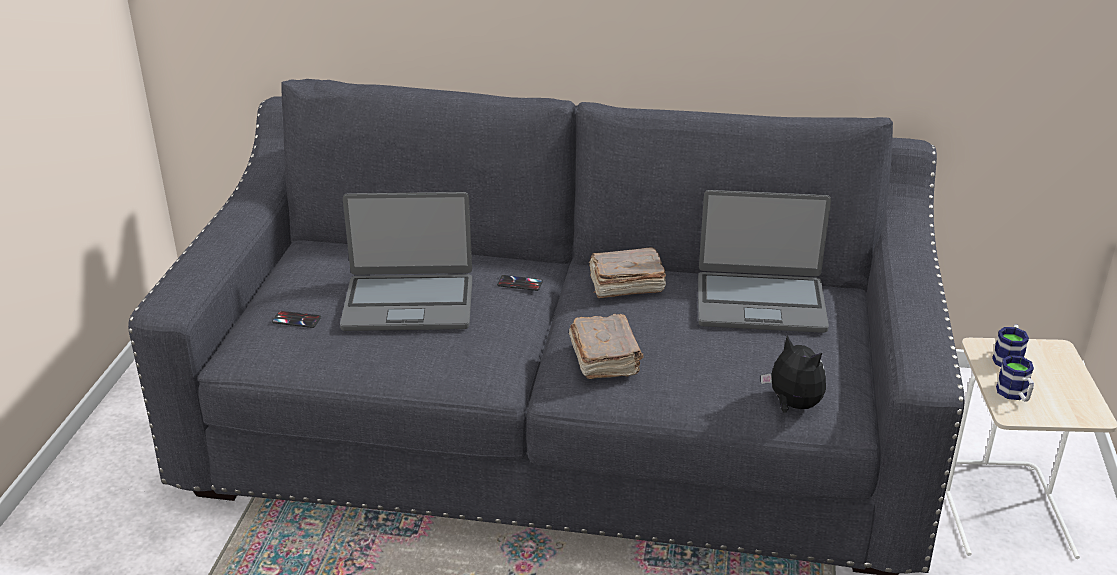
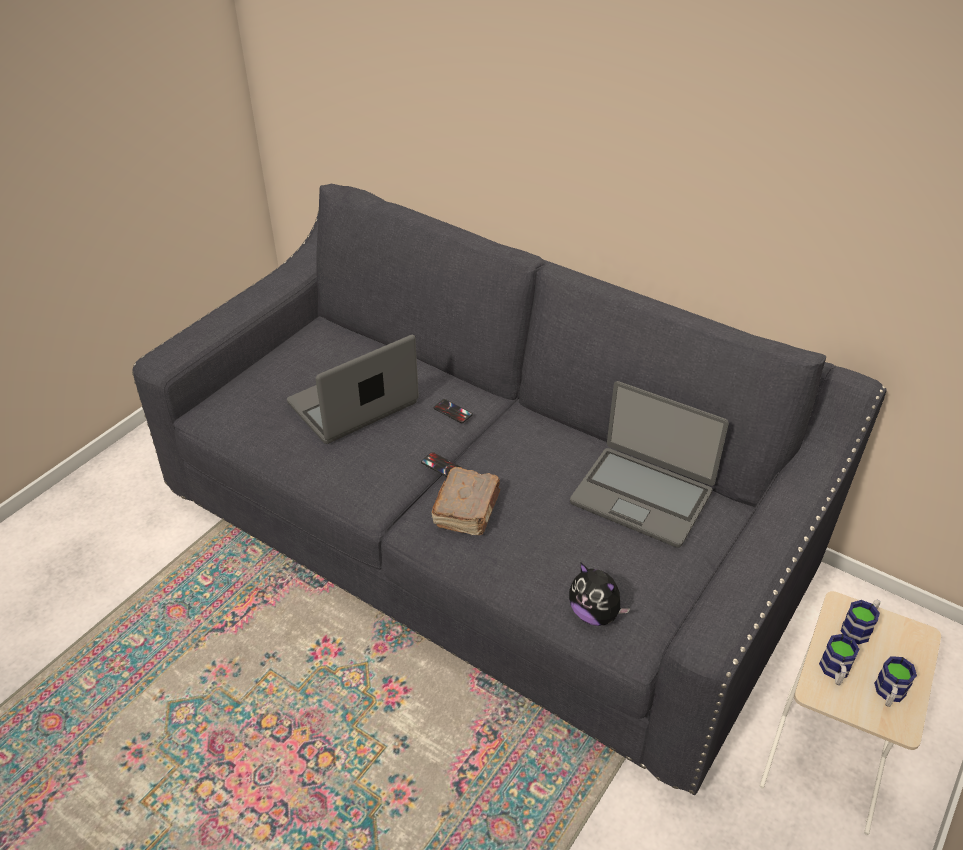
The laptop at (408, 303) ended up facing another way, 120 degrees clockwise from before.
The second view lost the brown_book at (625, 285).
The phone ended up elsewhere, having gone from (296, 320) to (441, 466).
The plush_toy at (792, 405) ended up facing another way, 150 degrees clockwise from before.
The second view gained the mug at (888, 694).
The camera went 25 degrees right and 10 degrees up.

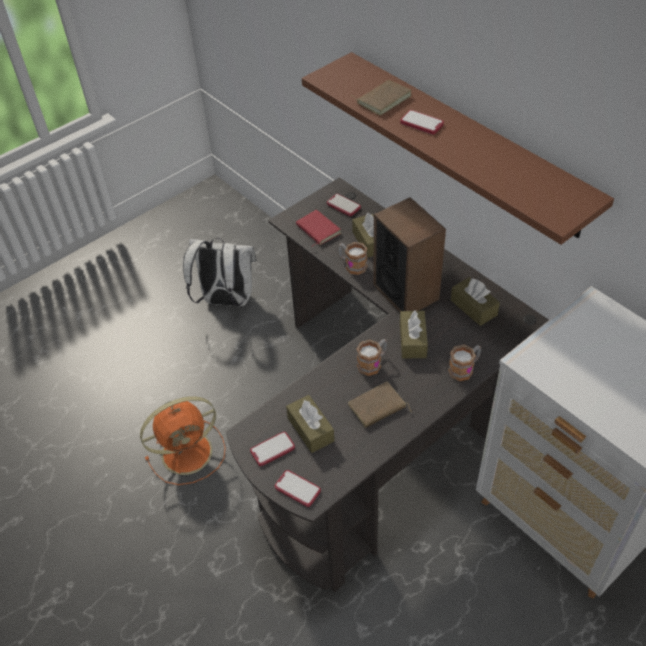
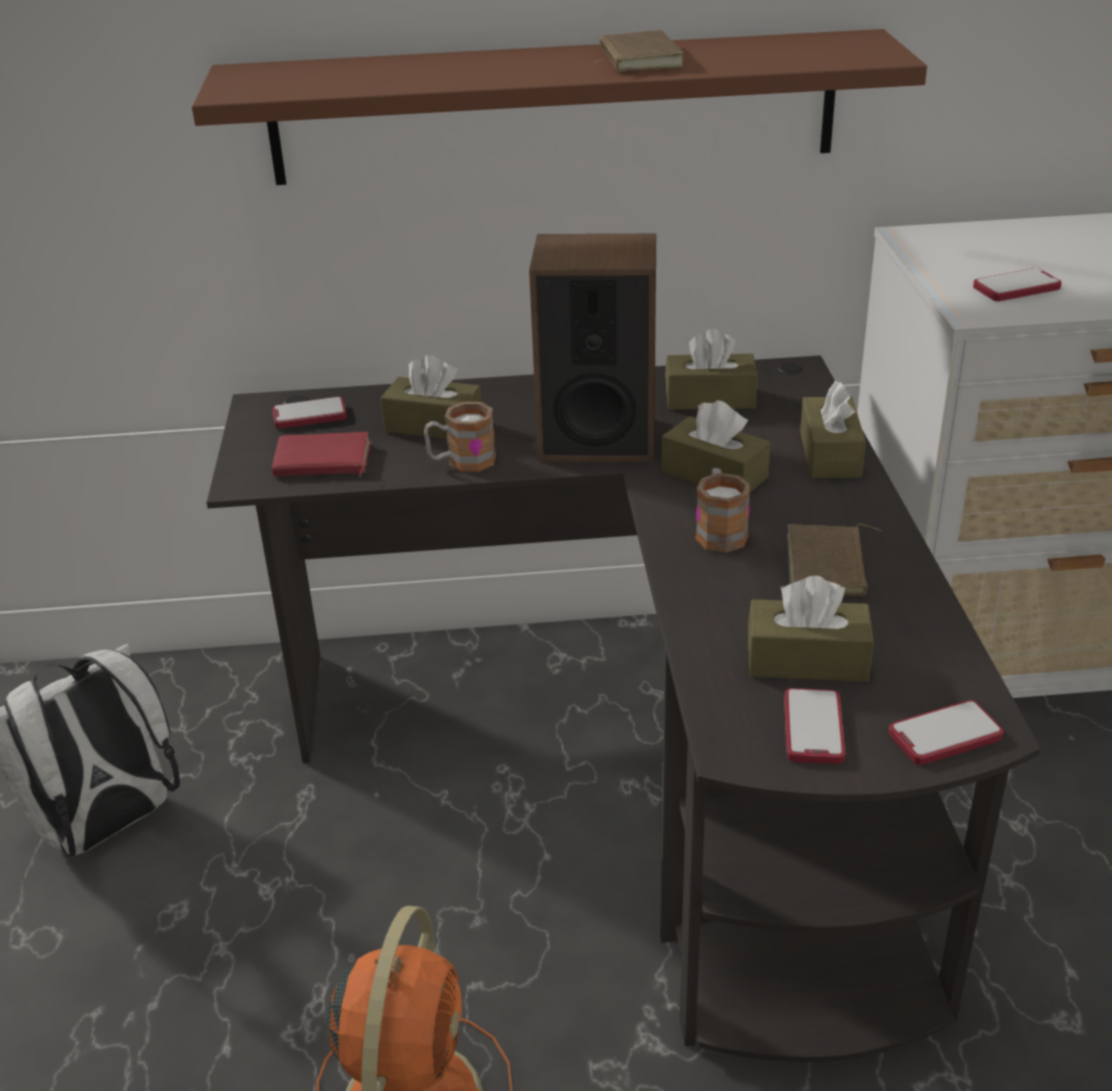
The brown_book ended up elsewhere, having gone from (383, 99) to (636, 58).
The phone ended up elsewhere, having gone from (421, 123) to (1016, 287).
Where the mug stood at (464, 368), the brown_tissue_box came to stand at (830, 454).
The camera went 55 degrees left and 15 degrees down.

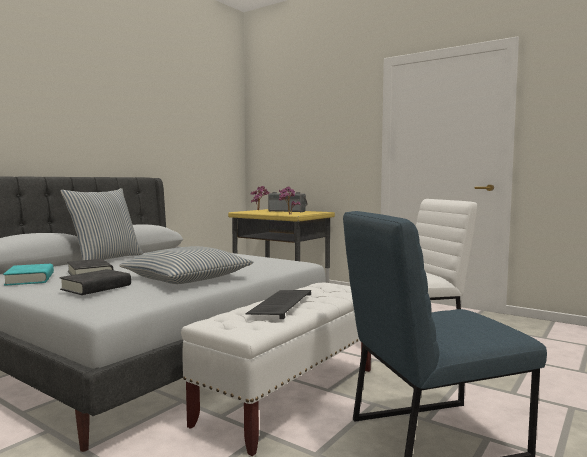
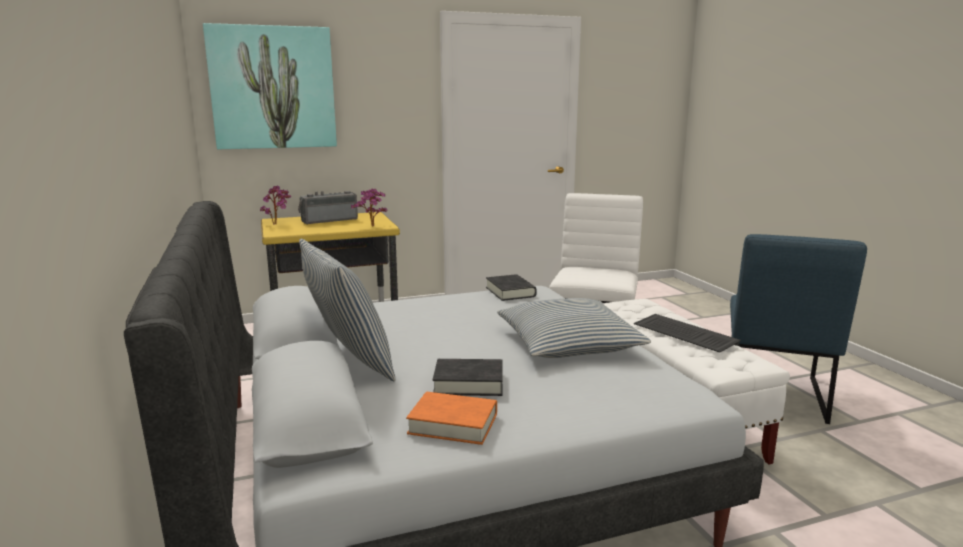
What was the turquoise_book at (30, 279) turned into the orange_book at (453, 424).
The black_book ended up elsewhere, having gone from (96, 287) to (510, 292).
The second view gained the picture at (273, 88).
The camera went 55 degrees left and 10 degrees up.

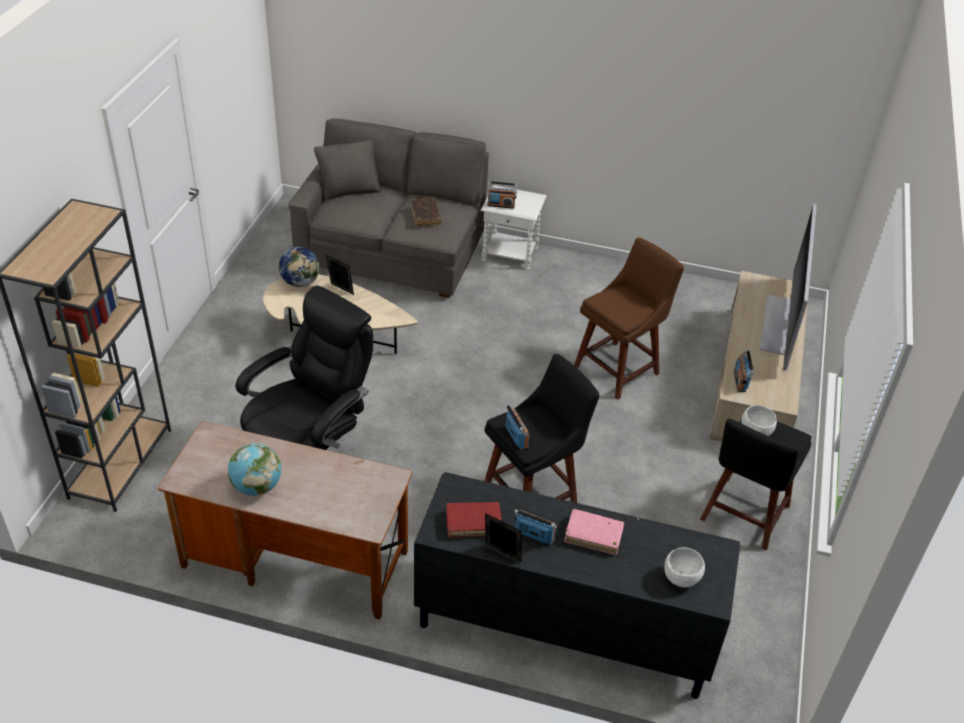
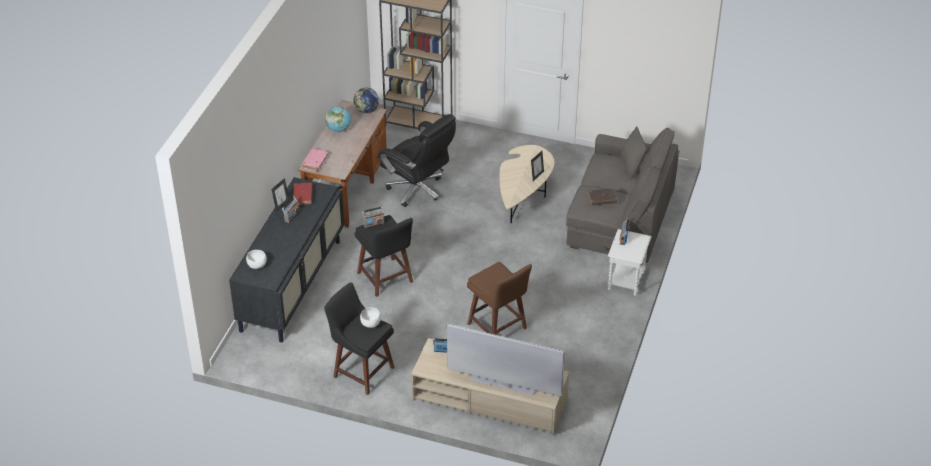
The globe ended up elsewhere, having gone from (300, 282) to (366, 110).
The pink_book ended up elsewhere, having gone from (593, 535) to (315, 162).
The camera went 95 degrees right and 0 degrees up.

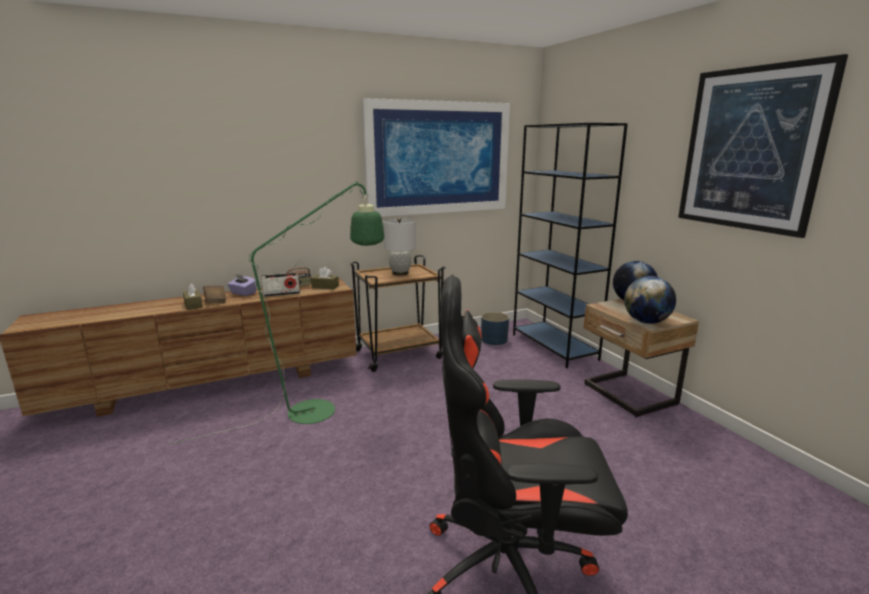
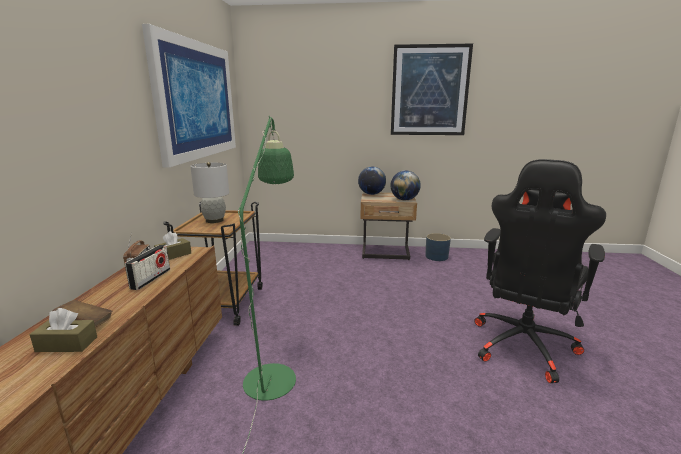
The second view lost the blue_bookcase at (554, 347).
The second view lost the purple_tissue_box at (243, 293).
The blue_planter ended up elsewhere, having gone from (494, 339) to (436, 256).
The camera went 60 degrees left and 0 degrees up.

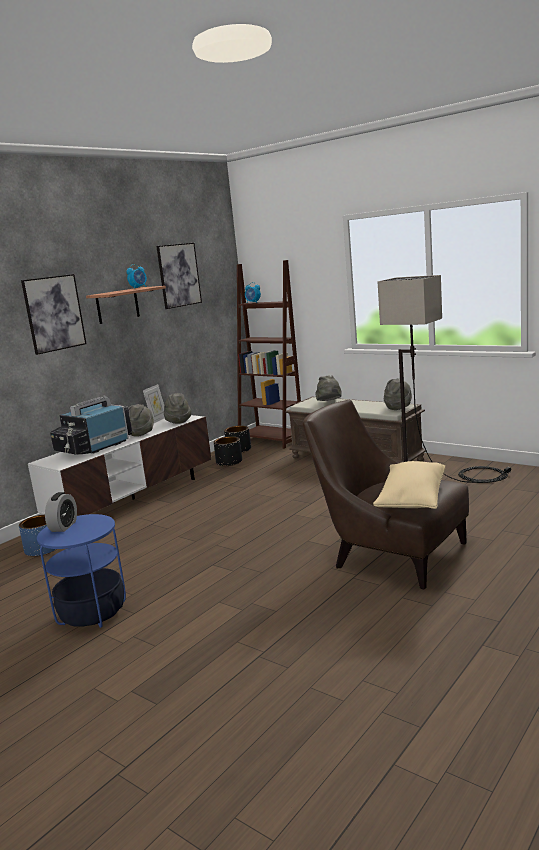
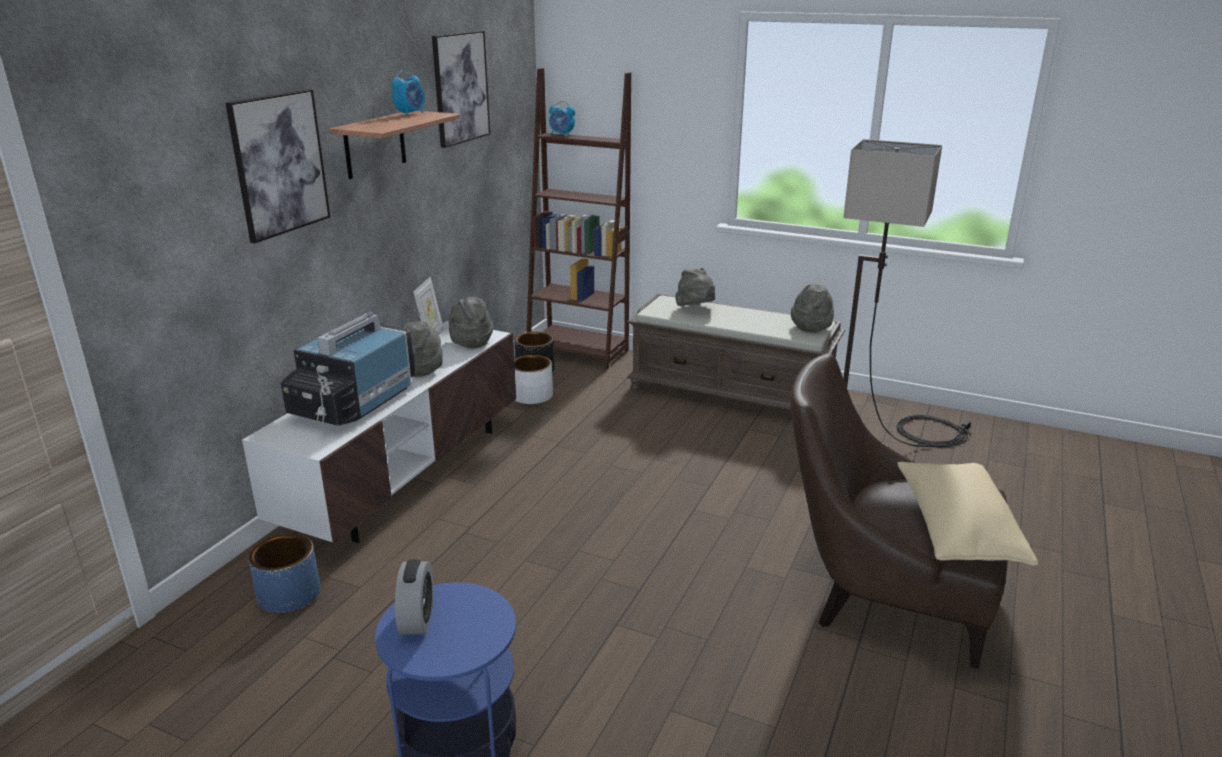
What was the black_planter at (229, 462) turned into the white_planter at (531, 396).
The camera went 15 degrees left and 10 degrees up.

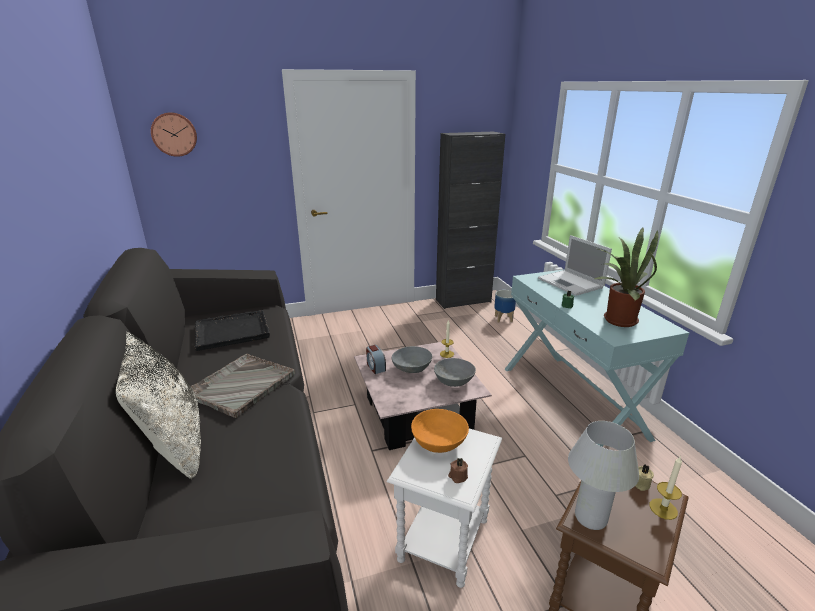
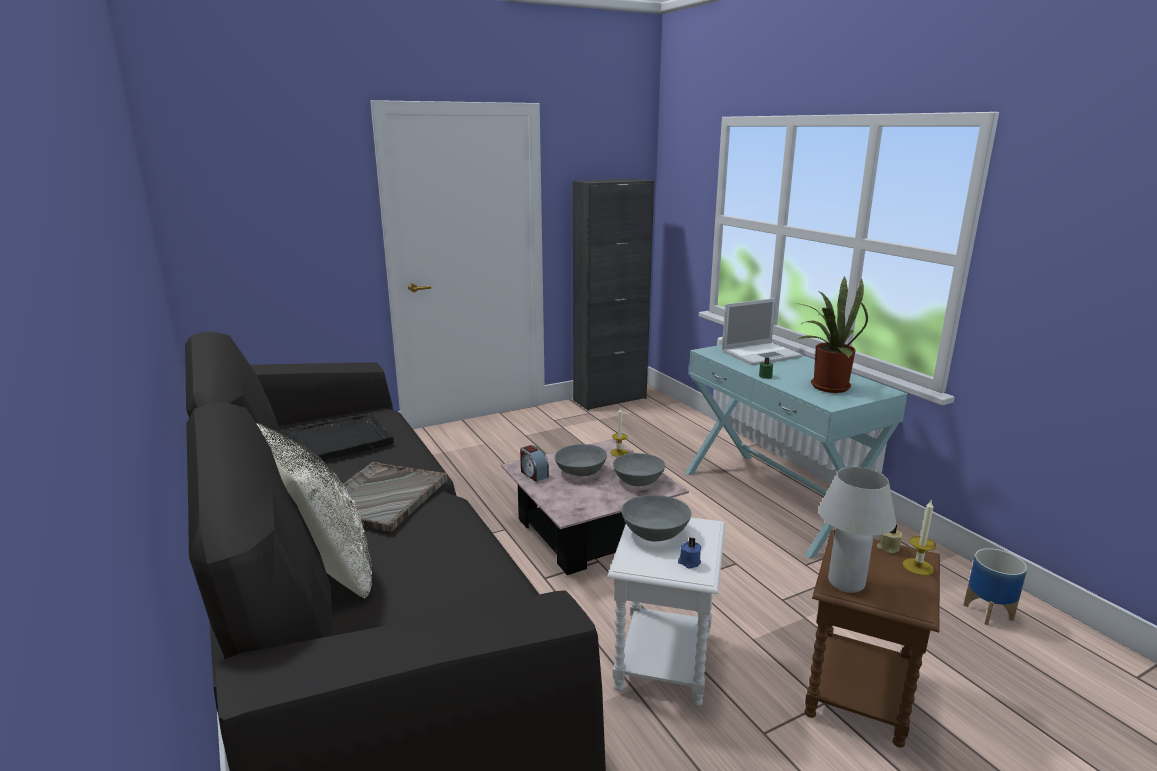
The second view lost the wall_clock at (174, 134).
The laptop at (571, 283) ended up facing another way, 75 degrees counterclockwise from before.
The planter ended up elsewhere, having gone from (503, 319) to (988, 613).
What was the orange_bowl at (439, 442) turned into the grey_bowl at (656, 533).
What was the brown_candle at (457, 476) turned into the blue_candle at (689, 562).
The camera went 10 degrees left and 5 degrees down.

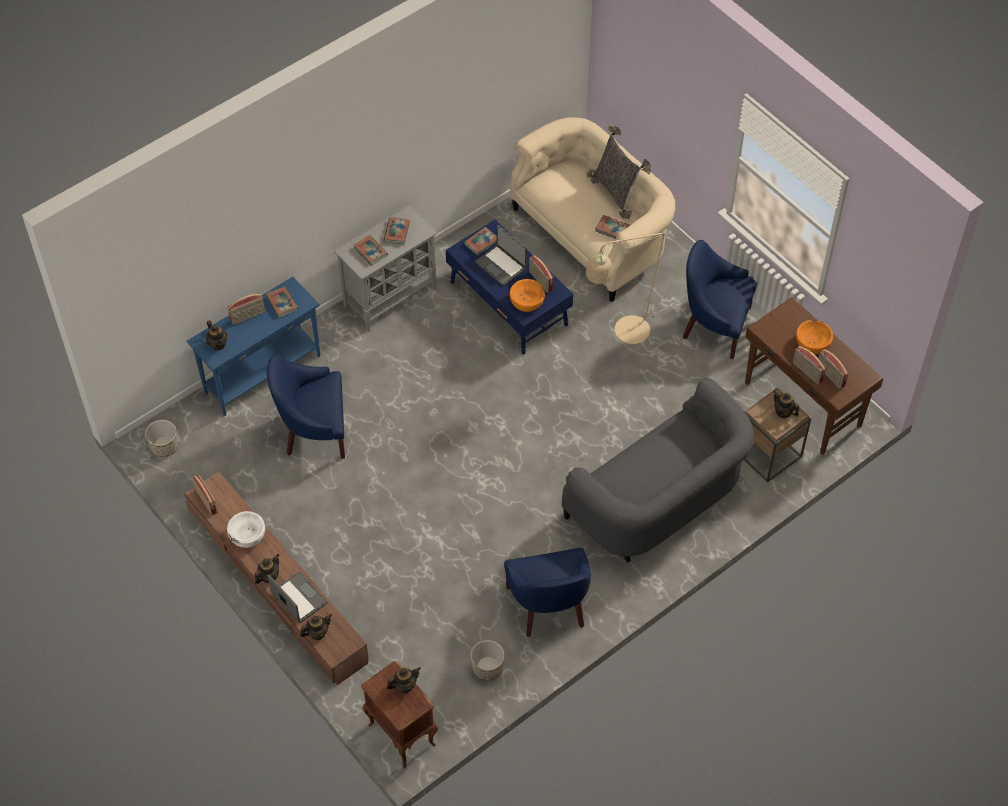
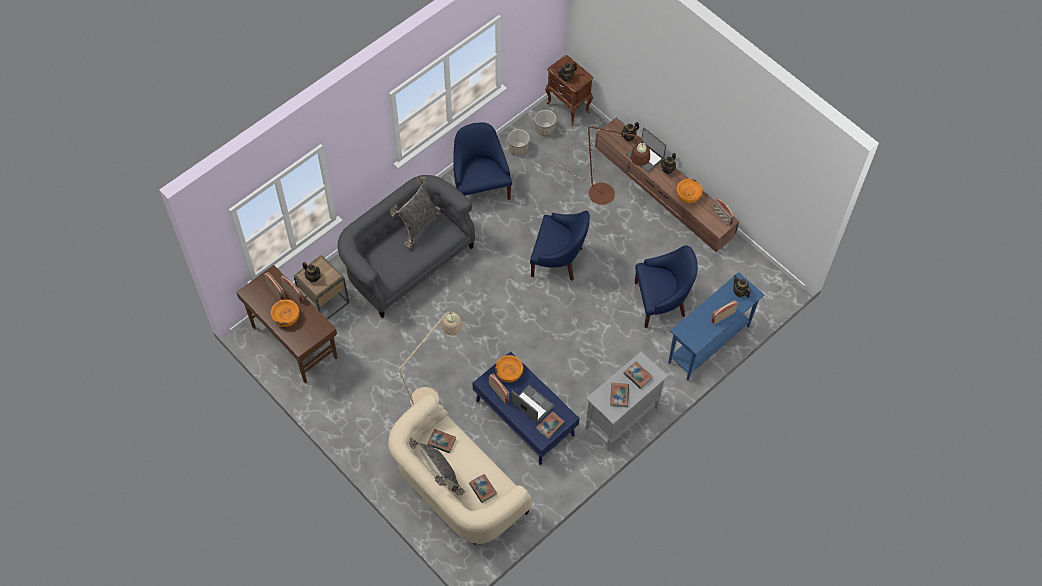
The blue_armchair ended up elsewhere, having gone from (714, 325) to (558, 260).
The book ended up elsewhere, having gone from (282, 303) to (482, 489).
The planter ended up elsewhere, having gone from (164, 446) to (544, 129).
What was the white_bowl at (247, 535) turned into the orange_bowl at (688, 195).
The second view gained the brown_floor_lamp at (607, 197).
The second view gained the pillow at (417, 226).
The camera went 175 degrees right and 5 degrees up.

